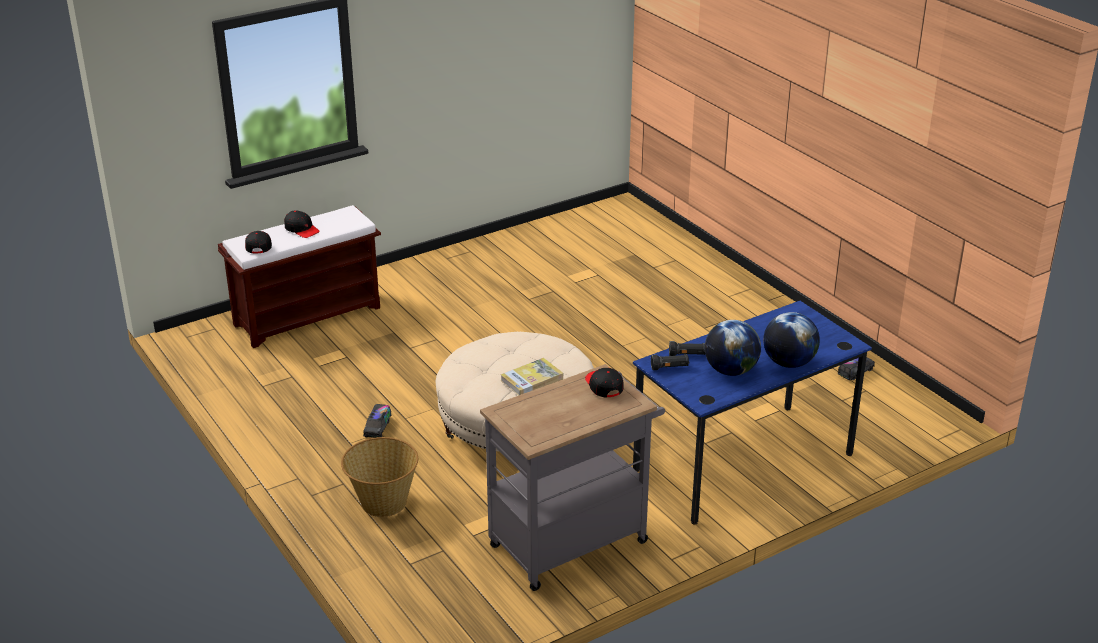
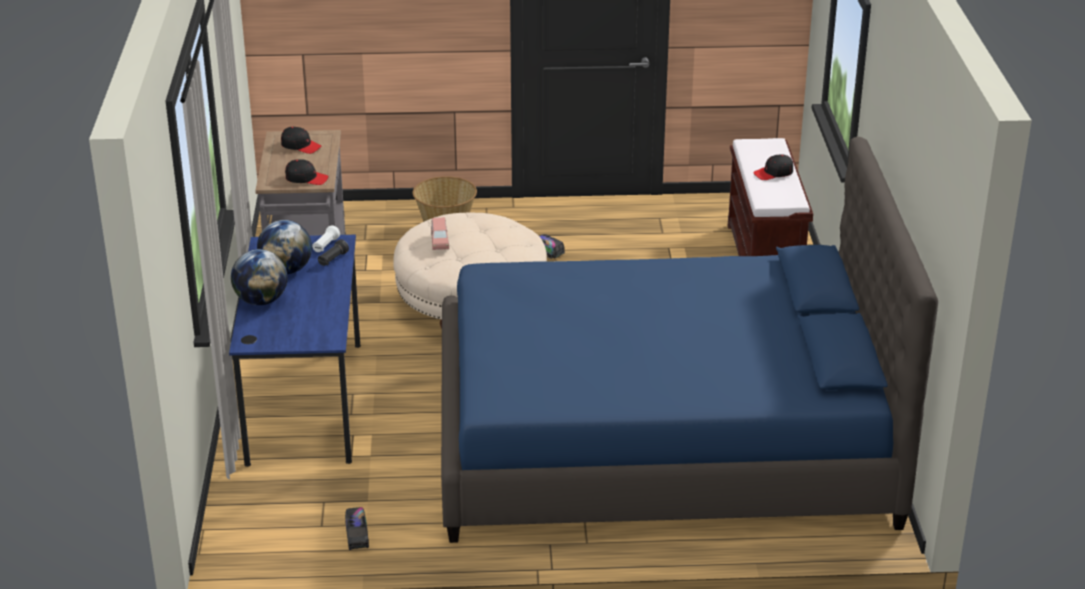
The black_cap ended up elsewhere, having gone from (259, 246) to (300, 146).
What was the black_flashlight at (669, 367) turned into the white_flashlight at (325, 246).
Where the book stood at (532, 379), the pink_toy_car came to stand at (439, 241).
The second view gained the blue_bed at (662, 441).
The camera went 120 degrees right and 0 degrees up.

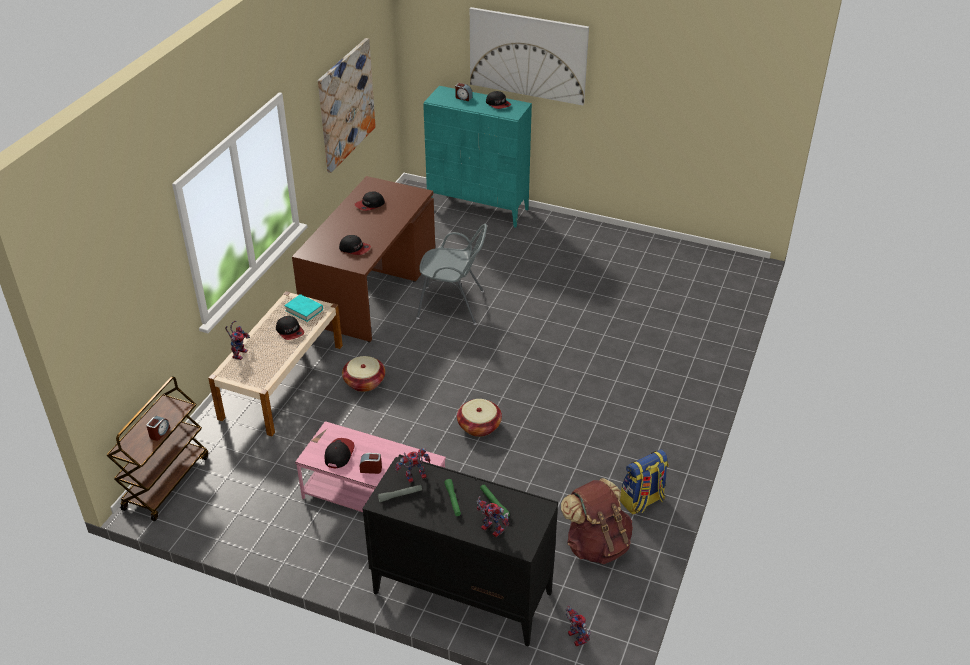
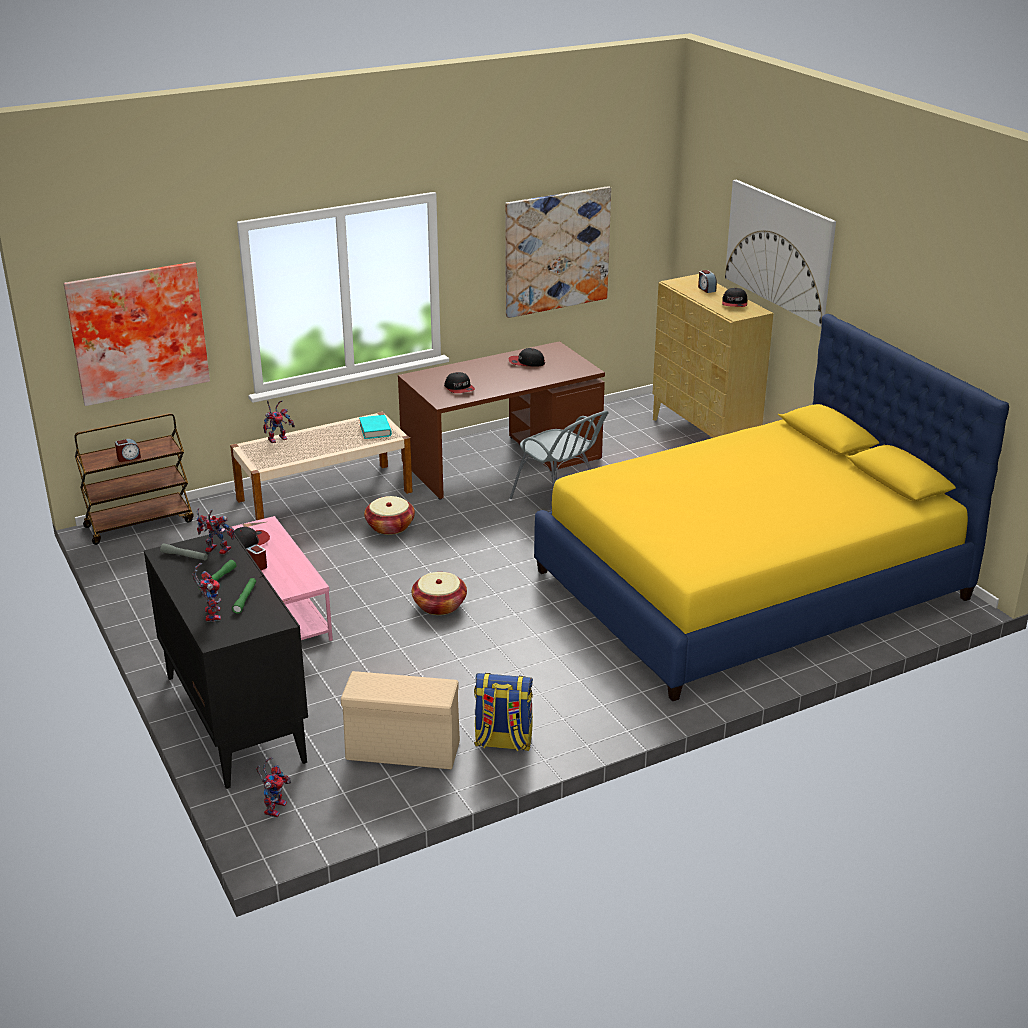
What was the turquoise_dresser at (478, 209) turned into the beige_dresser at (703, 438).
The second view lost the cap at (290, 331).
Where the brown_backpack stood at (596, 544), the beige_storage_box came to stand at (404, 750).
The second view gained the picture at (137, 331).
The second view gained the yellow_bed at (751, 584).
The camera went 40 degrees right and 10 degrees down.

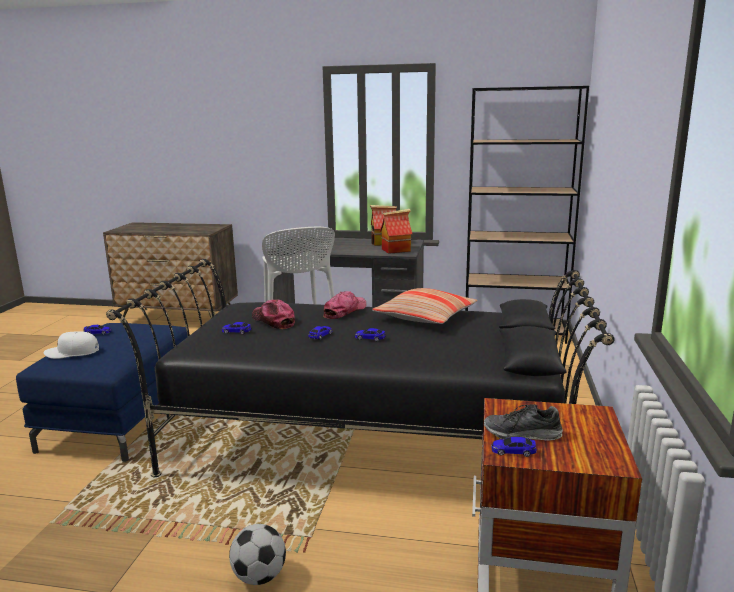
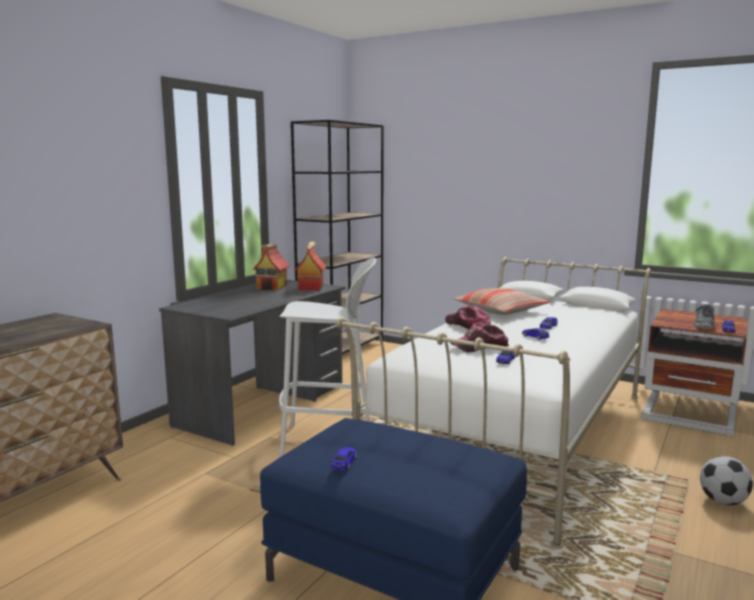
What was the black_bed at (365, 440) turned into the white_bed at (516, 434).
The second view lost the white_cap at (72, 352).
The camera went 70 degrees left and 5 degrees down.

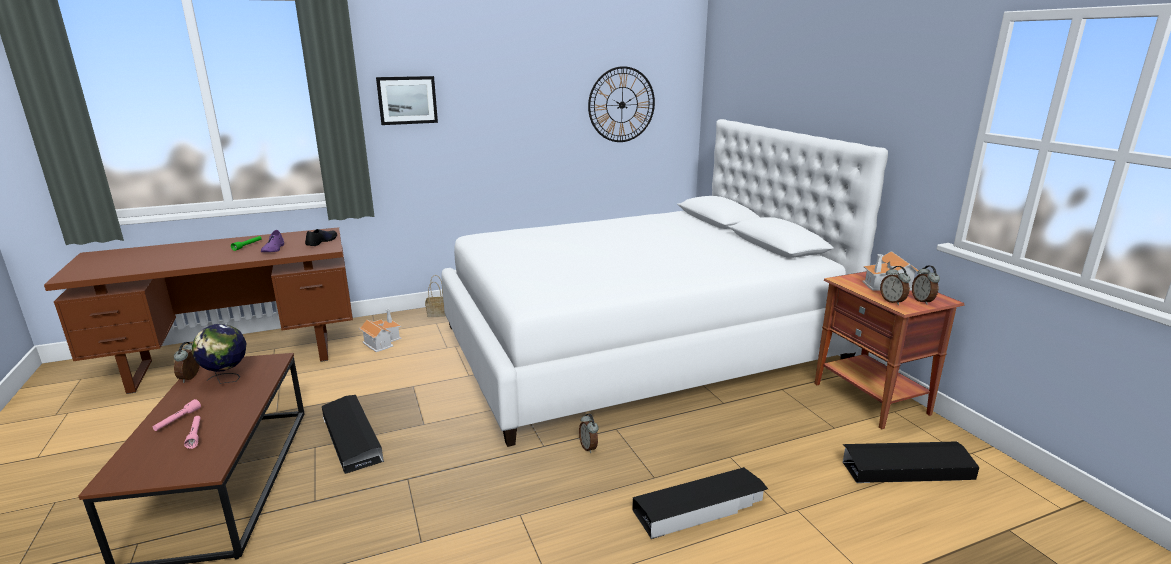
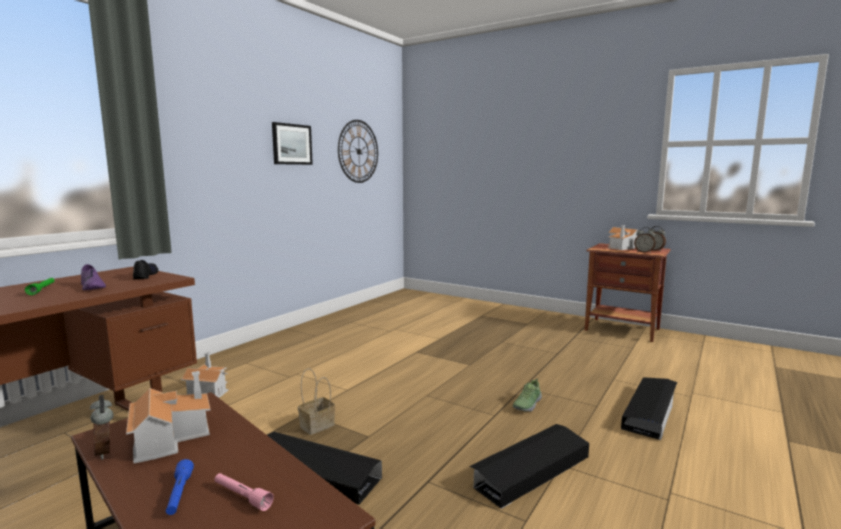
The picture ended up elsewhere, having gone from (407, 100) to (291, 144).
The second view lost the white_bed at (637, 345).
The basket ended up elsewhere, having gone from (438, 313) to (317, 425).
Where the globe stood at (227, 379), the toy_house came to stand at (170, 436).
What was the pink_flashlight at (177, 420) turned into the blue_flashlight at (179, 494).
Where the alarm_clock stood at (589, 447), the shoe came to stand at (527, 404).
The black_storage_box ended up elsewhere, having gone from (905, 469) to (530, 470).
The camera went 35 degrees left and 10 degrees down.

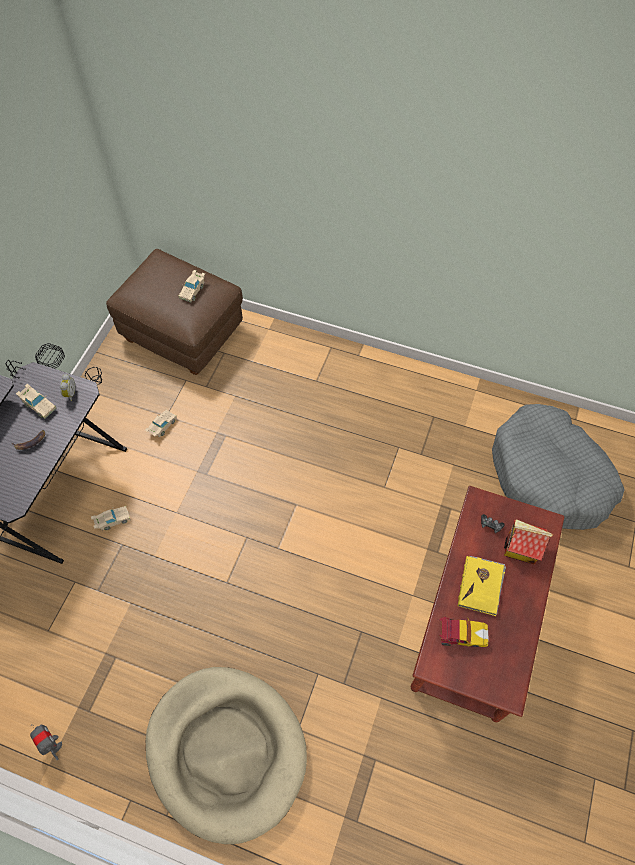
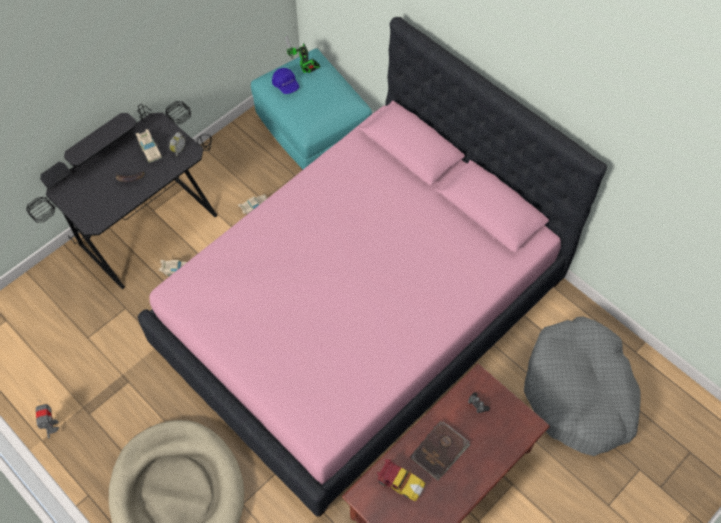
What was the brown_ottoman at (183, 333) turned into the turquoise_ottoman at (313, 132).
The second view lost the beige_toy_car at (193, 290).
The second view lost the toy_house at (520, 548).
What was the yellow_book at (481, 586) turned into the brown_book at (440, 451).
The second view gained the pink_bed at (361, 313).
The second view gained the toy_robot at (305, 69).
The second view gained the blue_cap at (286, 85).
The camera went 25 degrees right and 0 degrees up.

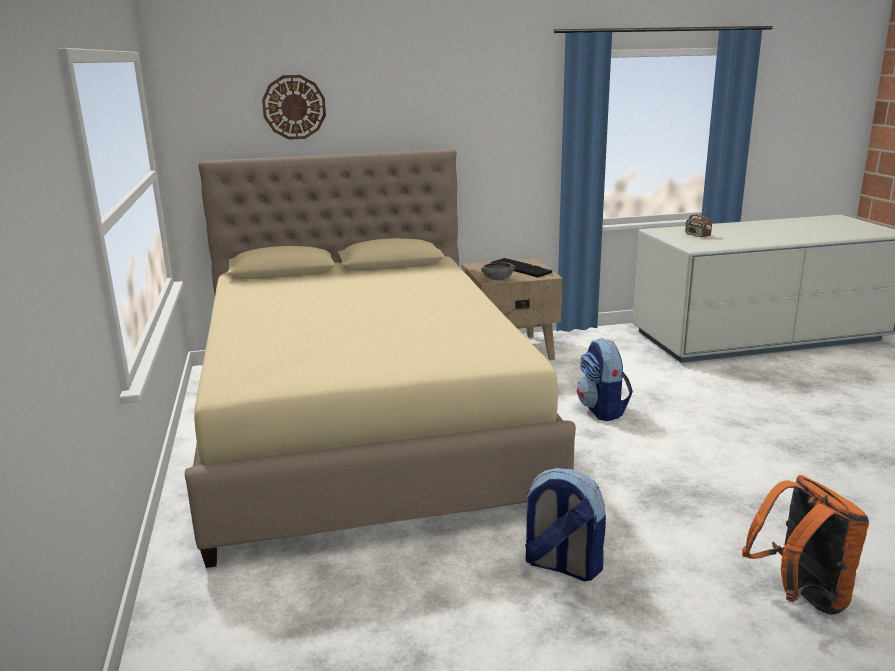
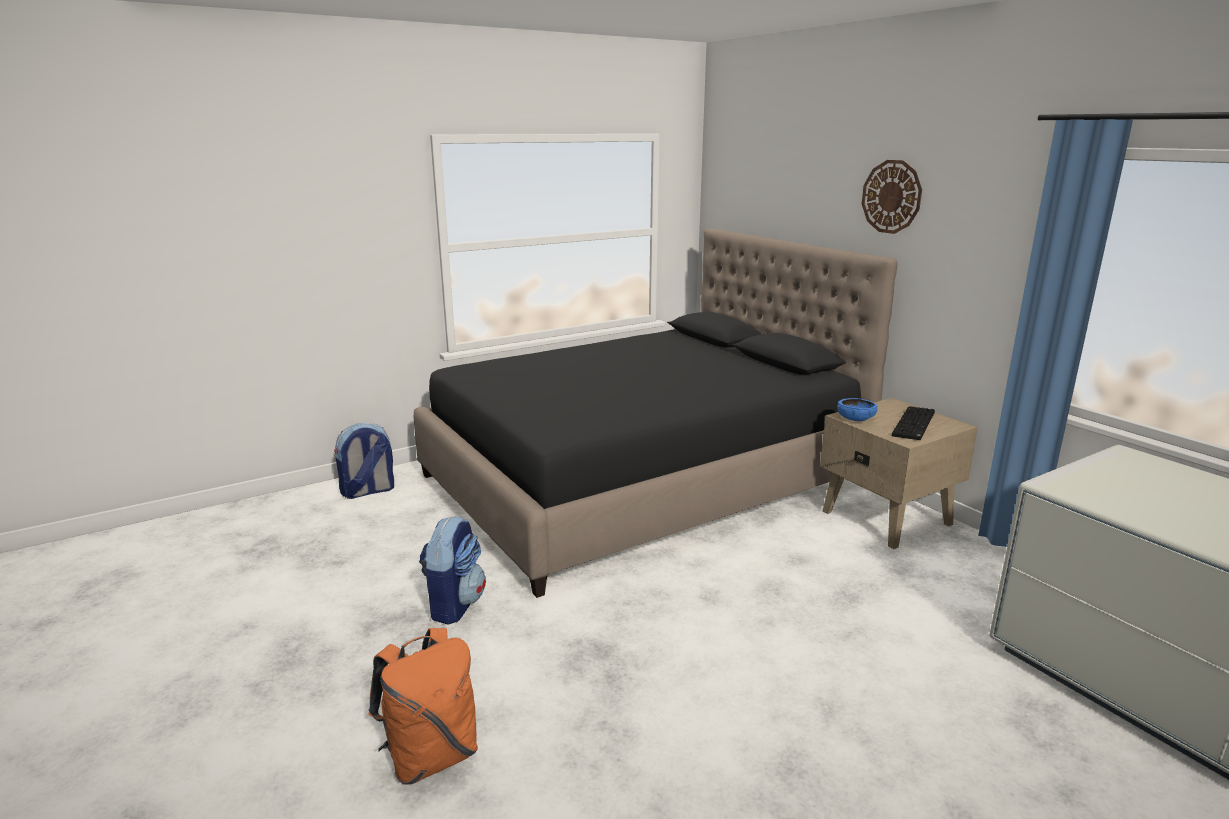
The wall_clock ended up elsewhere, having gone from (294, 107) to (891, 196).
What was the beige_bed at (364, 424) turned into the black_bed at (643, 480).
The second view lost the radio at (697, 235).
What was the grey_bowl at (498, 279) turned into the blue_bowl at (856, 419).
The backpack ended up elsewhere, having gone from (602, 410) to (368, 491).
The camera went 70 degrees right and 0 degrees up.

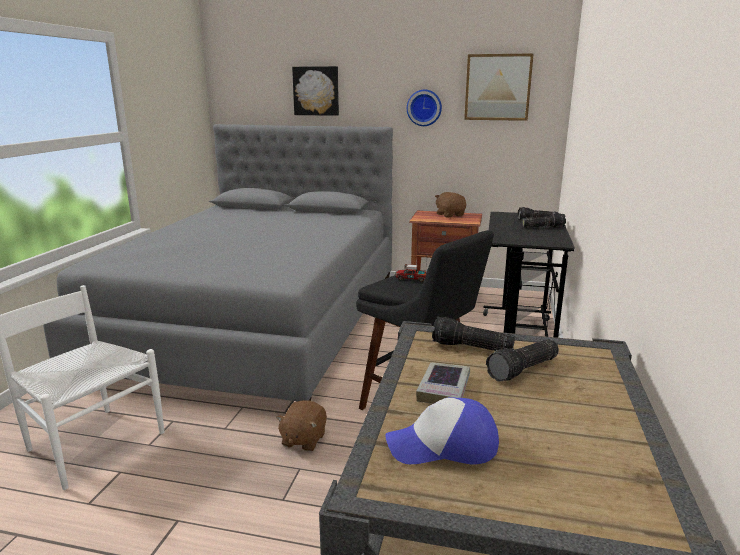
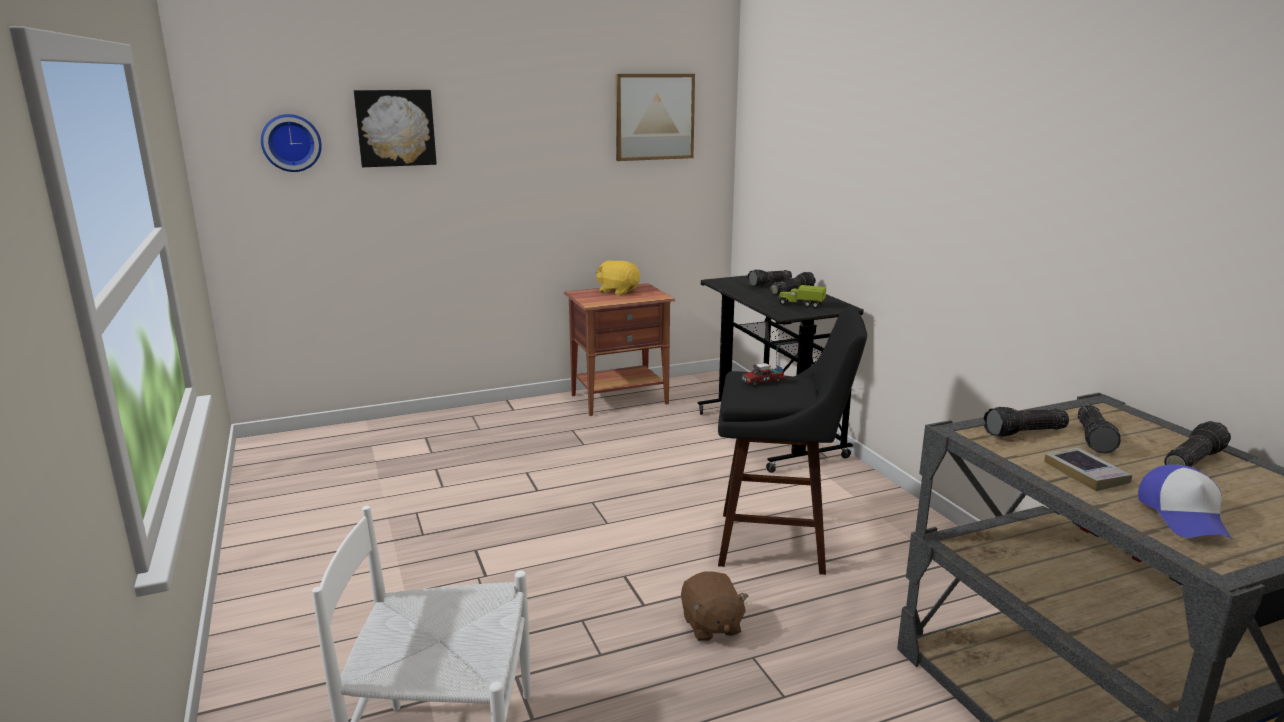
The wall_clock ended up elsewhere, having gone from (424, 108) to (291, 143).
The second view lost the grey_bed at (259, 321).
What was the brown_plush_toy at (450, 215) turned into the yellow_plush_toy at (617, 291).
The cap at (443, 446) ended up facing another way, 45 degrees counterclockwise from before.
The second view gained the toy_truck at (800, 305).
The second view gained the flashlight at (1191, 460).
The camera went 35 degrees left and 0 degrees up.

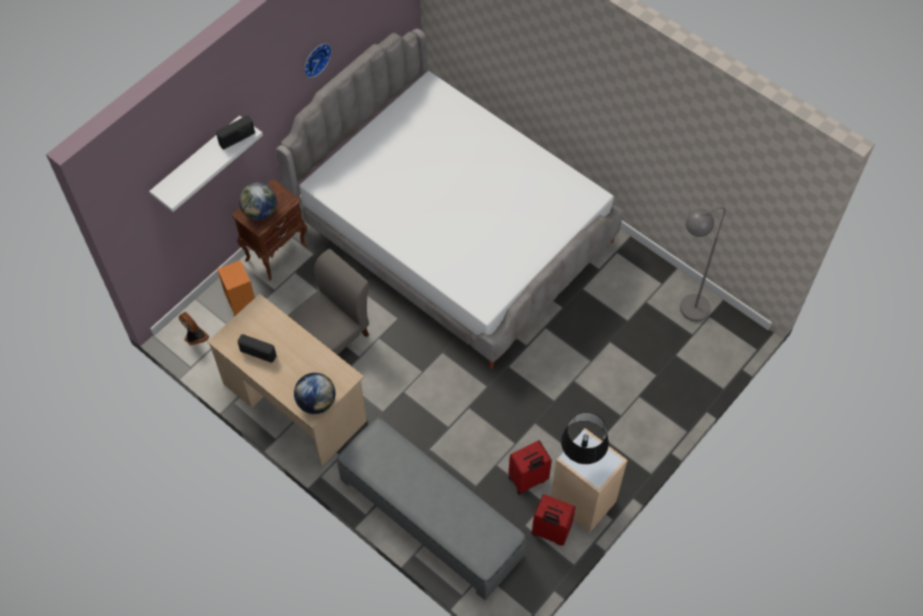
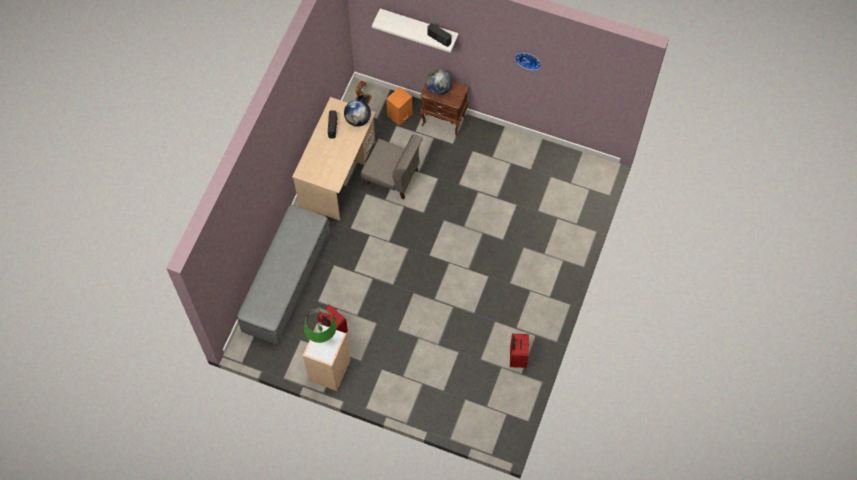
The second view lost the bed at (453, 230).
The second view lost the grey_floor_lamp at (686, 312).
The globe ended up elsewhere, having gone from (316, 402) to (358, 119).
What was the black_table_lamp at (581, 459) turned into the green_table_lamp at (322, 337).
The red_suitcase ended up elsewhere, having gone from (550, 532) to (517, 357).
The camera went 70 degrees right and 5 degrees up.

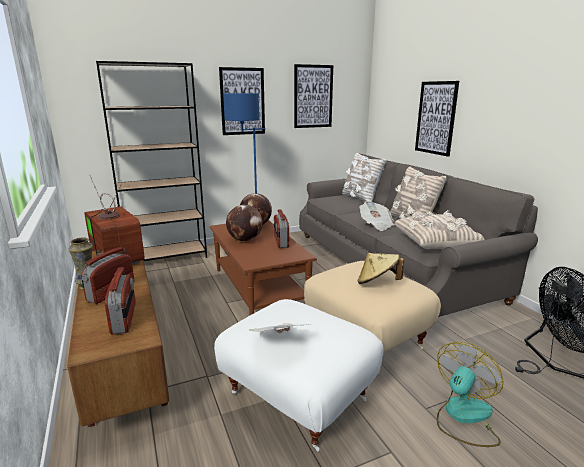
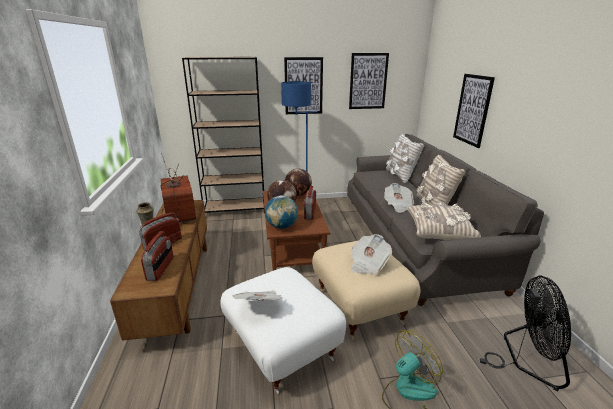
Where the beige_hat stood at (377, 283), the newspaper came to stand at (368, 264).
The second view gained the globe at (282, 226).
The camera went 15 degrees right and 5 degrees up.

